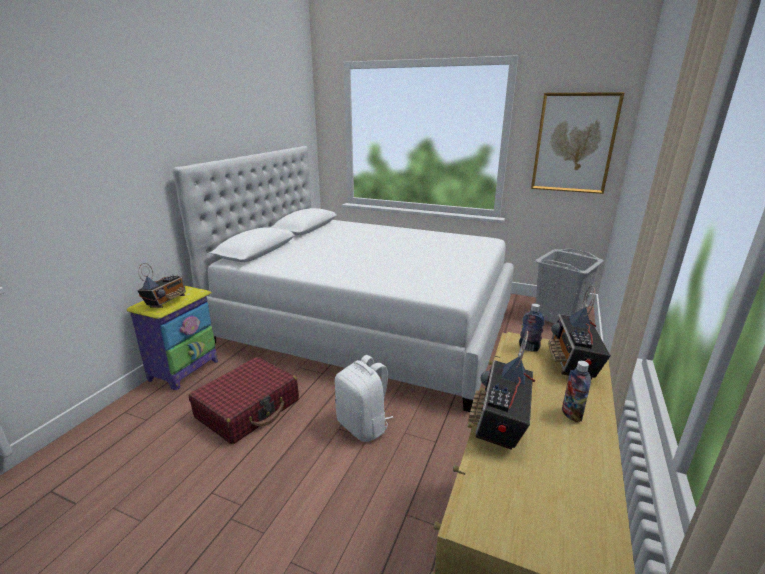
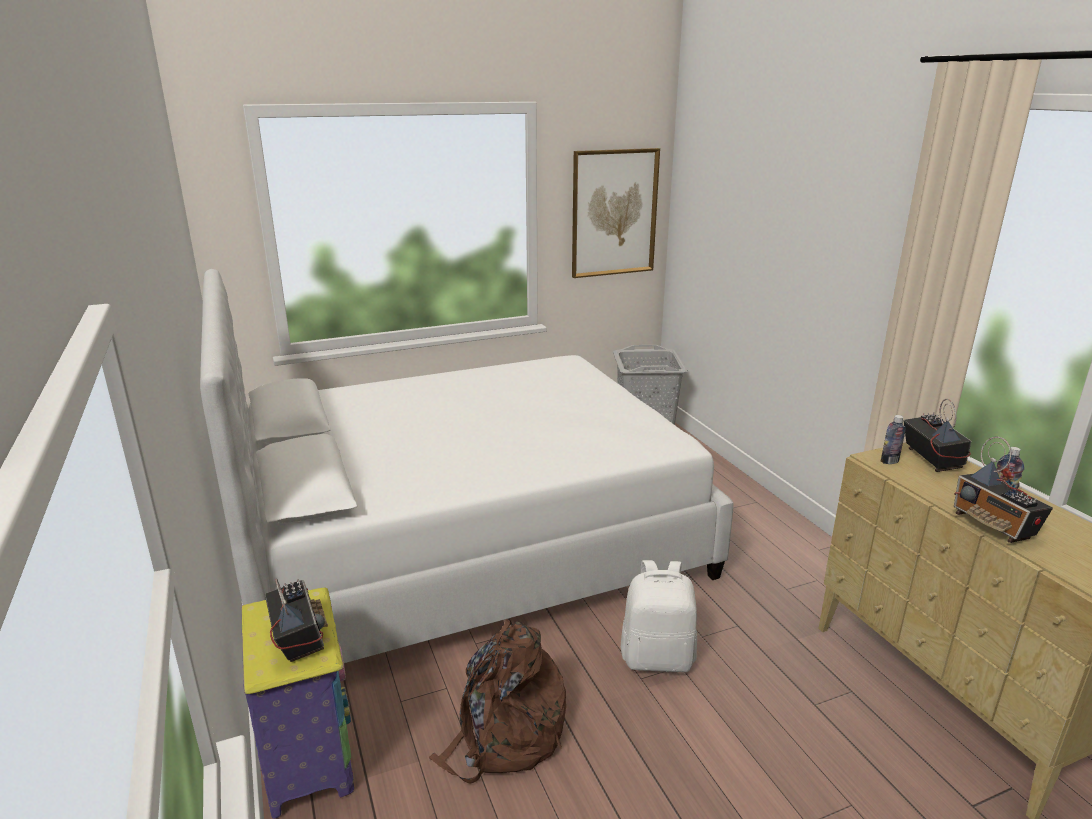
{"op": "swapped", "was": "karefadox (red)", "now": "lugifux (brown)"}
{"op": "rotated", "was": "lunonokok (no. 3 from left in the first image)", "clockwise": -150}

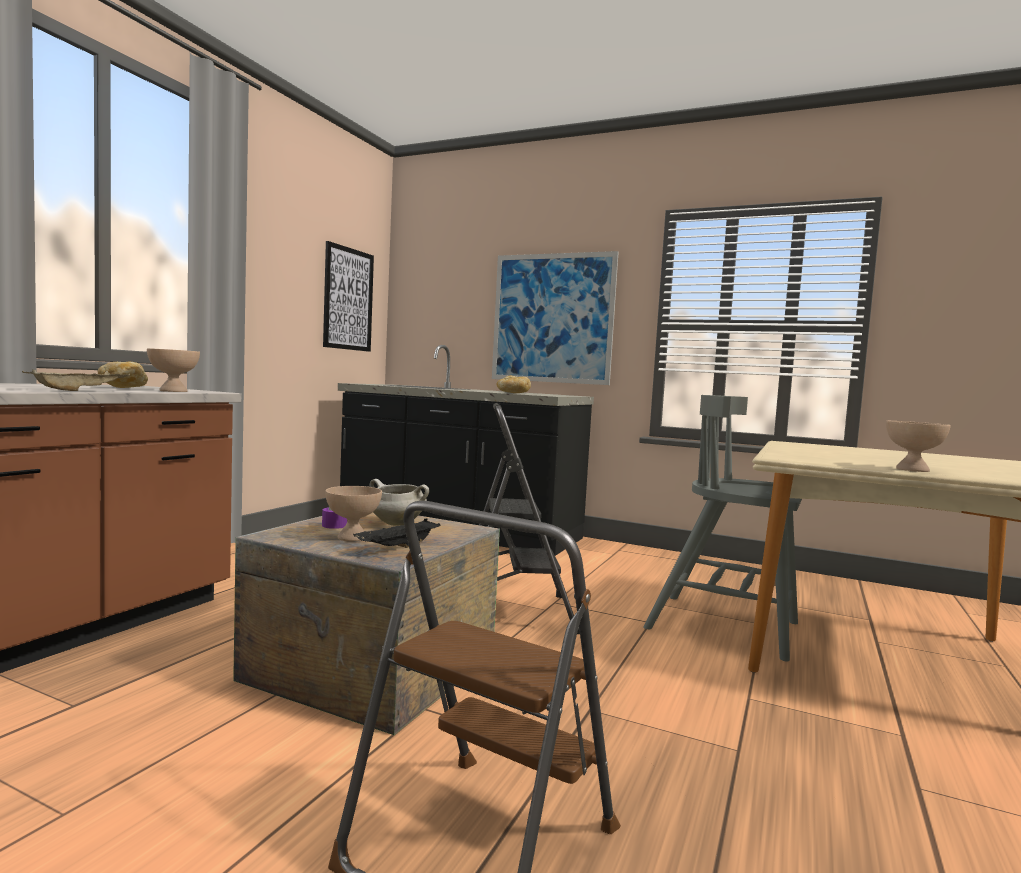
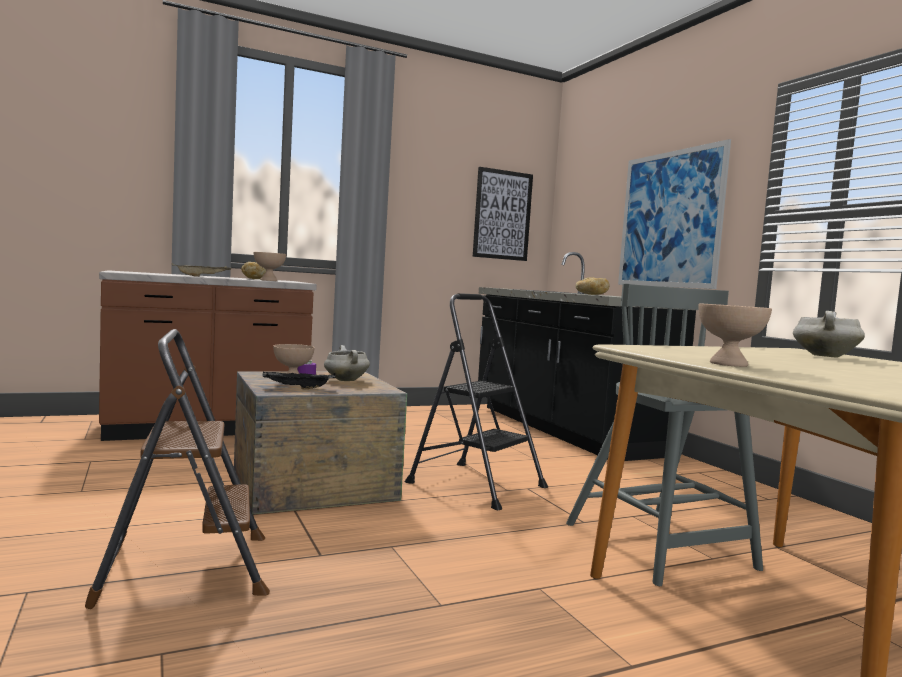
{"op": "new", "now": "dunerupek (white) (no. 2 from left)"}

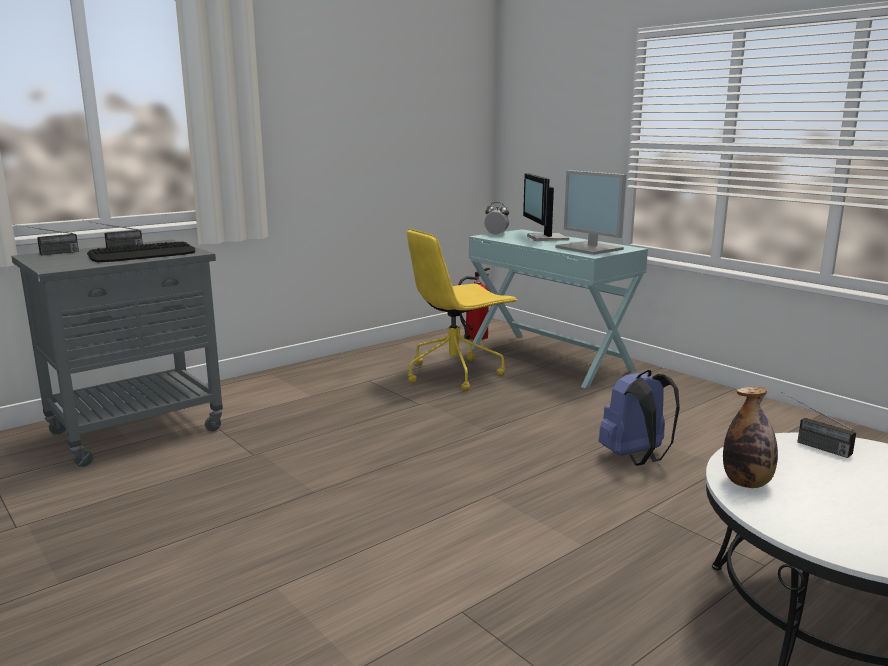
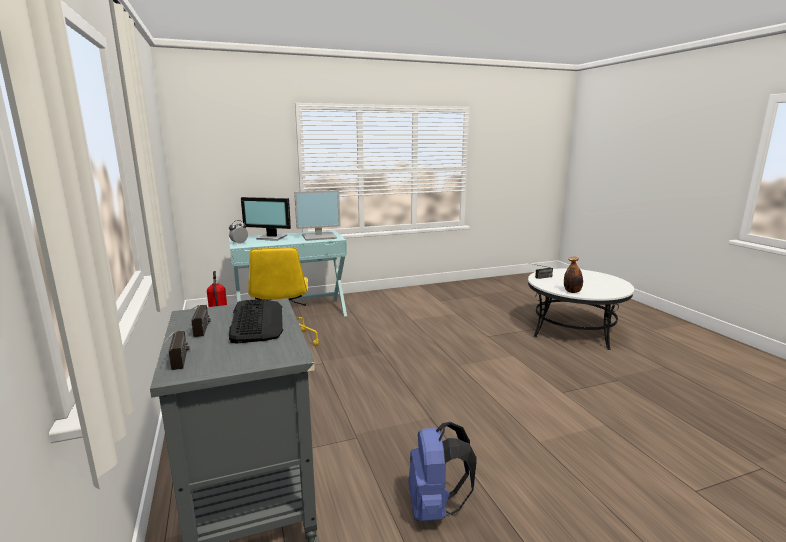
{"op": "shifted", "was": "lugifux (blue)"}

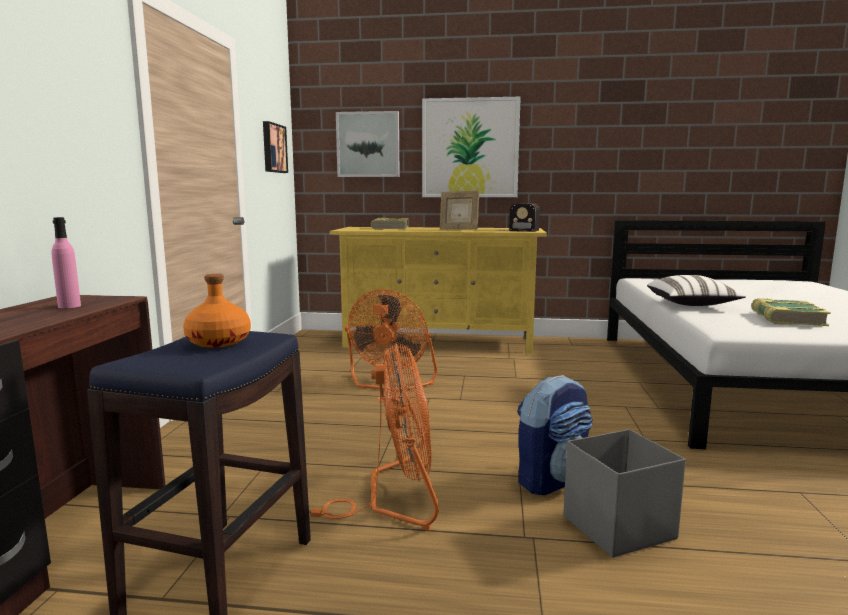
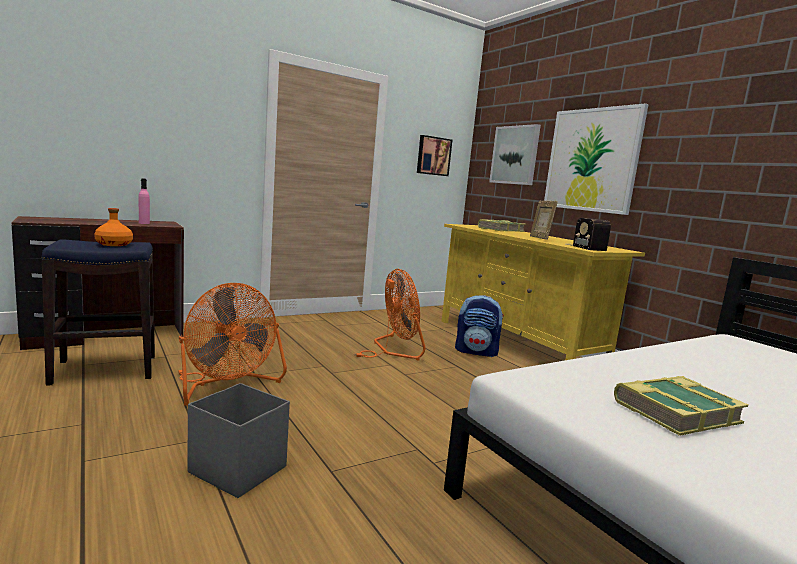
{"op": "gone", "was": "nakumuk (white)"}
{"op": "shifted", "was": "lugifux"}

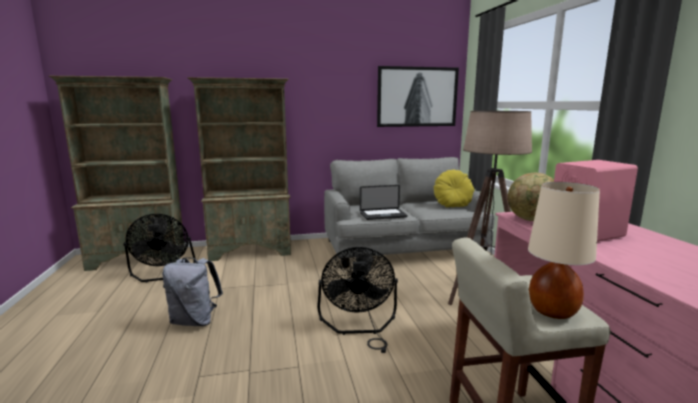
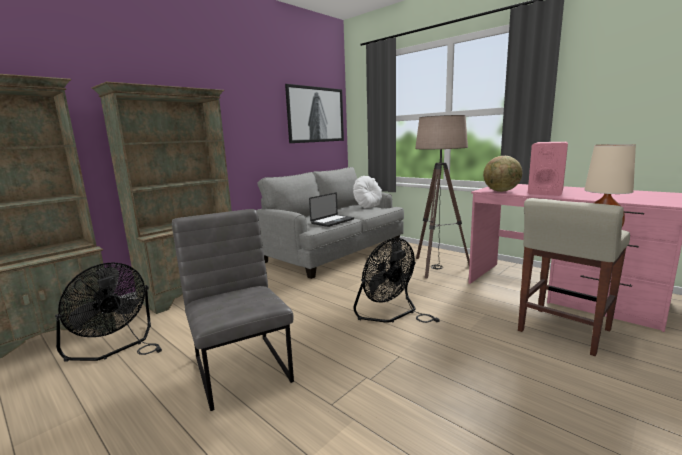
{"op": "swapped", "was": "lugifux (grey)", "now": "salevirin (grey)"}
{"op": "repainted", "was": "nakumuk (yellow)", "now": "nakumuk (white)"}

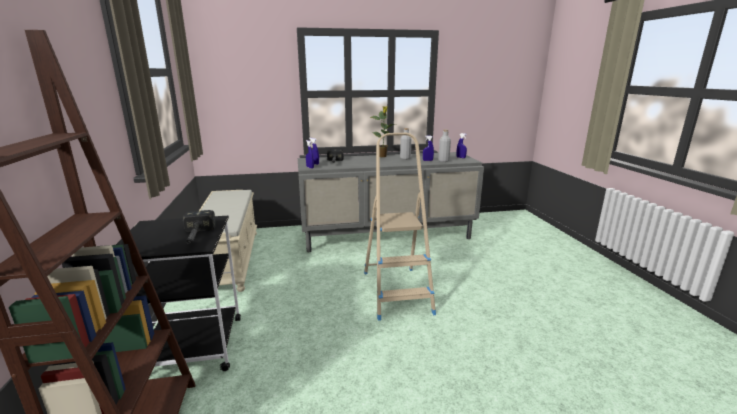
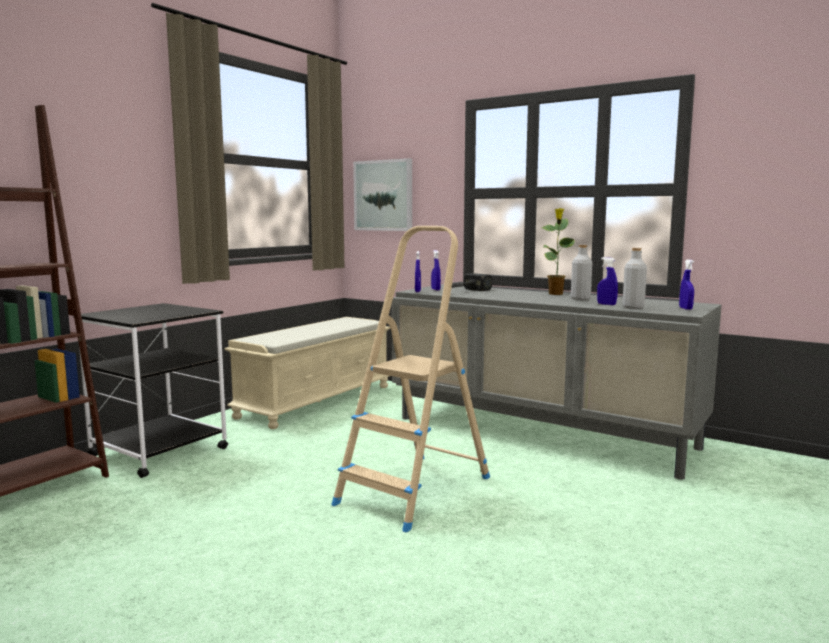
{"op": "gone", "was": "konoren (no. 1 from left)"}
{"op": "new", "now": "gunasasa"}

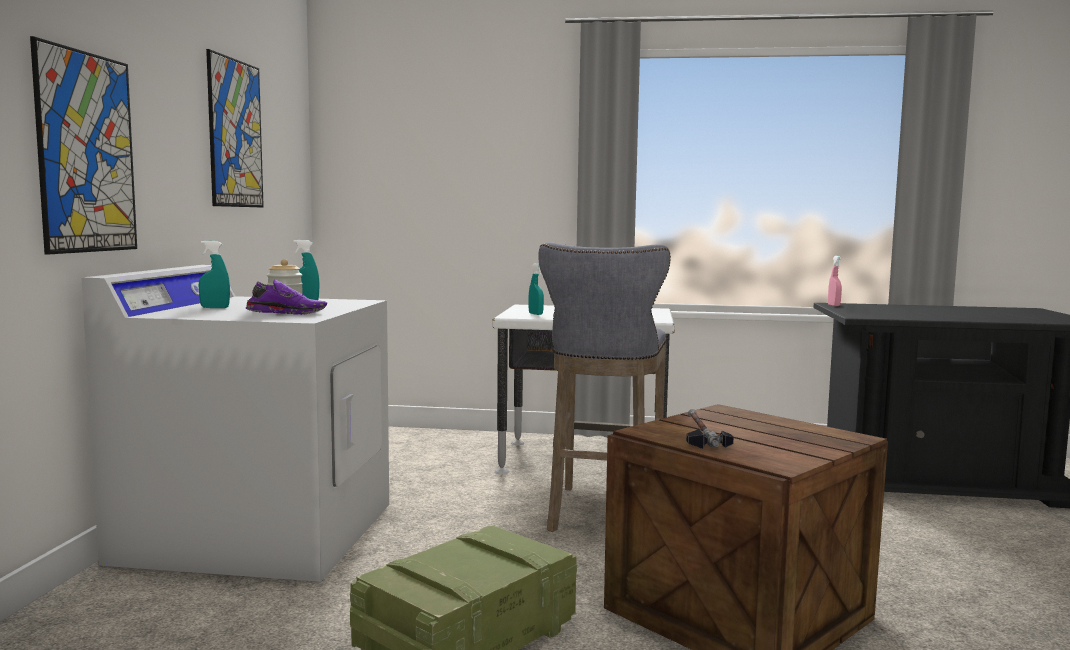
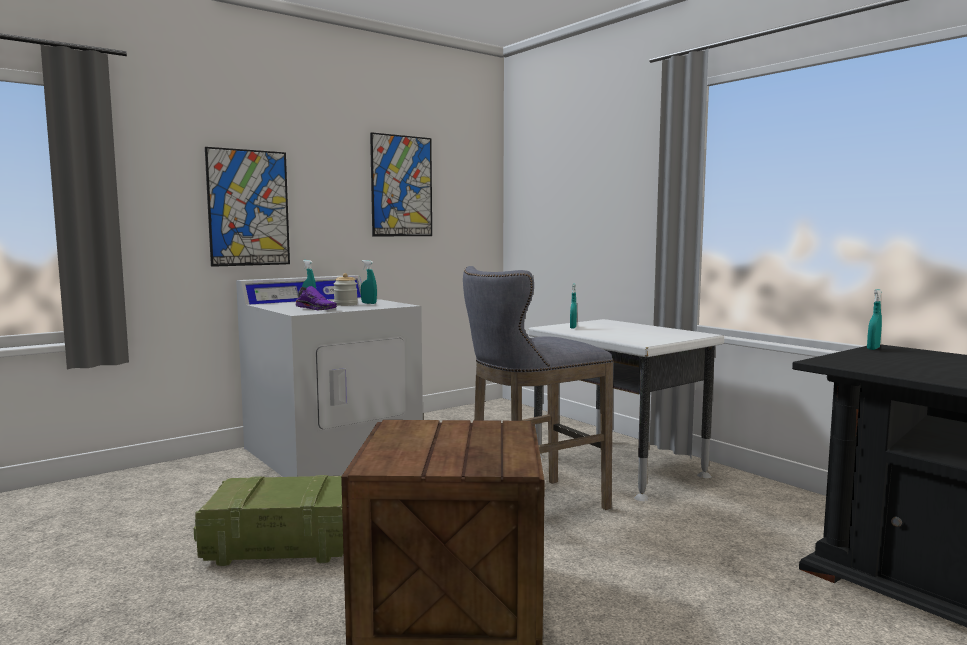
{"op": "gone", "was": "konoren"}
{"op": "repainted", "was": "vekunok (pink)", "now": "vekunok (turquoise) (no. 4 from left)"}

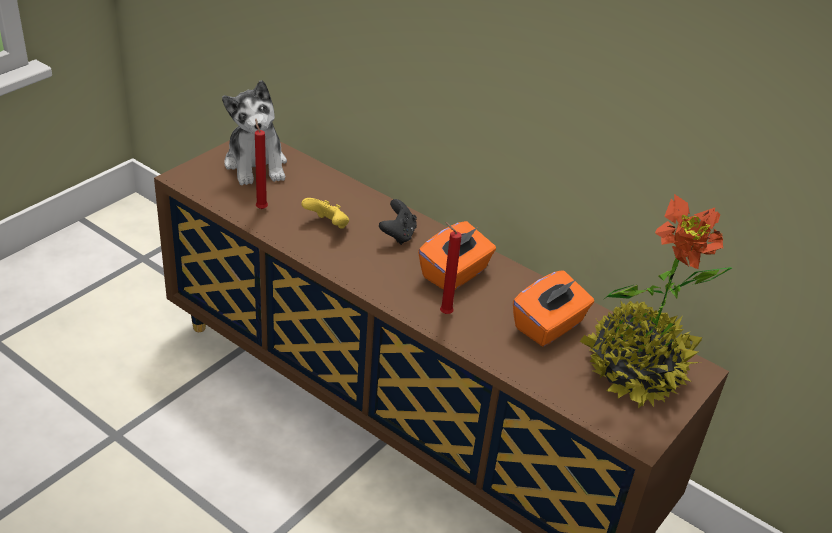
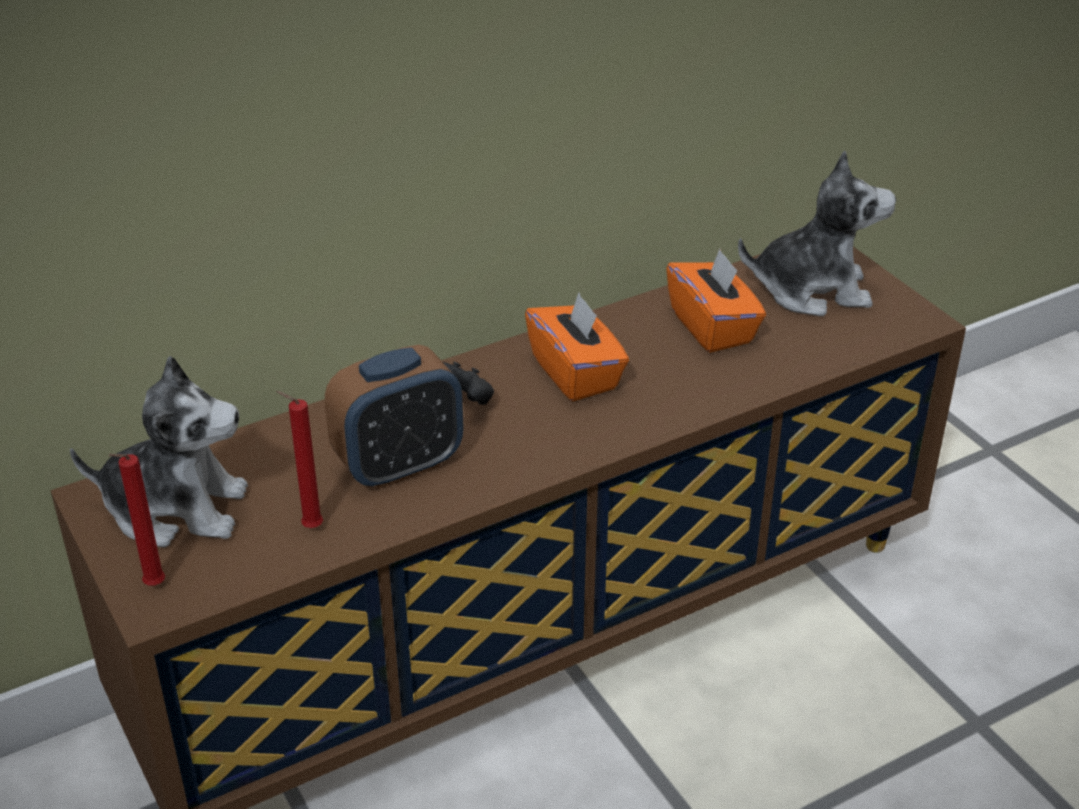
{"op": "shifted", "was": "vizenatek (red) (no. 2 from left in the first image)", "now": "vizenatek (red) (no. 1 from left)"}
{"op": "swapped", "was": "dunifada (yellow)", "now": "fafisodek"}
{"op": "swapped", "was": "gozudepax", "now": "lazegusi (no. 2 from left)"}

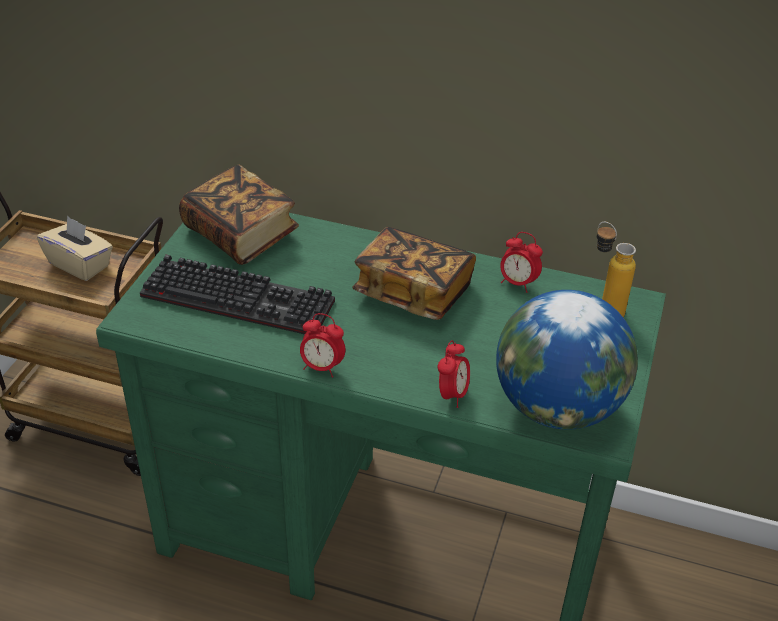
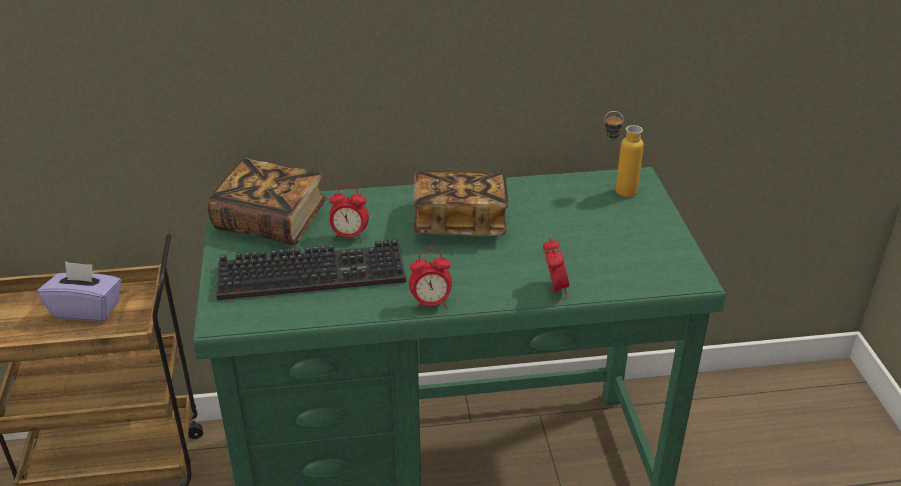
{"op": "gone", "was": "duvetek"}
{"op": "shifted", "was": "fafisodek (no. 3 from left in the first image)", "now": "fafisodek (no. 1 from left)"}
{"op": "repainted", "was": "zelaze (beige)", "now": "zelaze (purple)"}

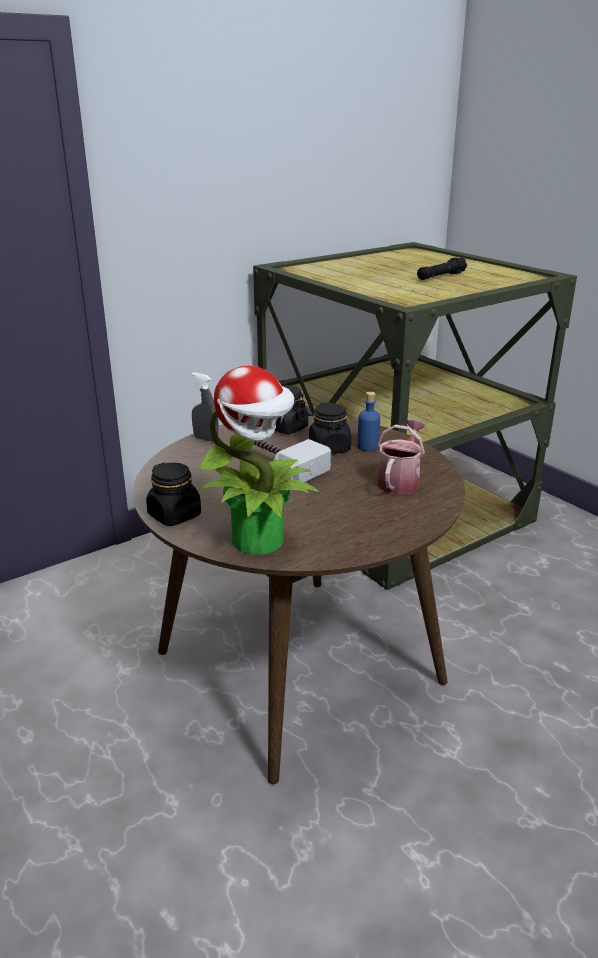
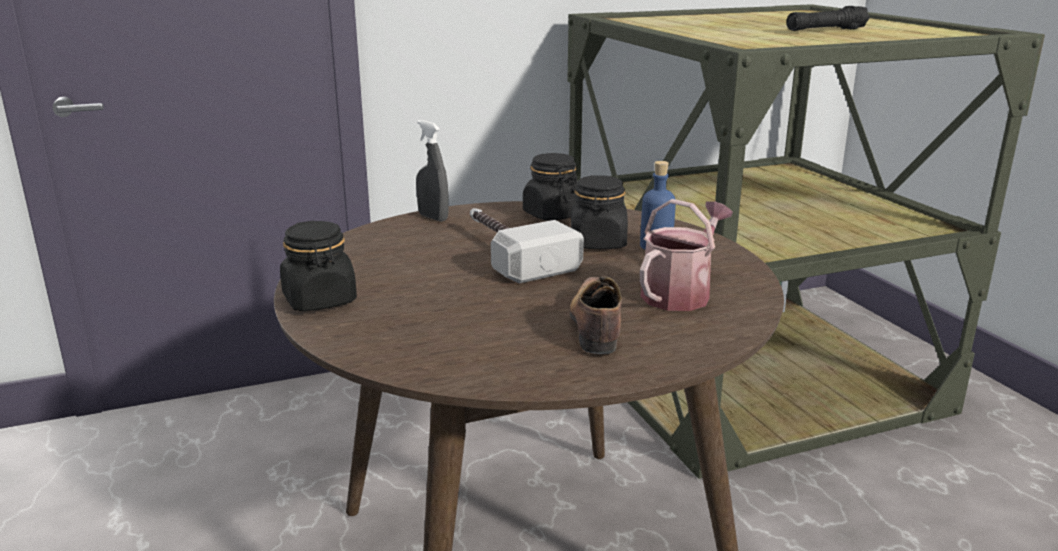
{"op": "gone", "was": "gozudepax"}
{"op": "new", "now": "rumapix"}

